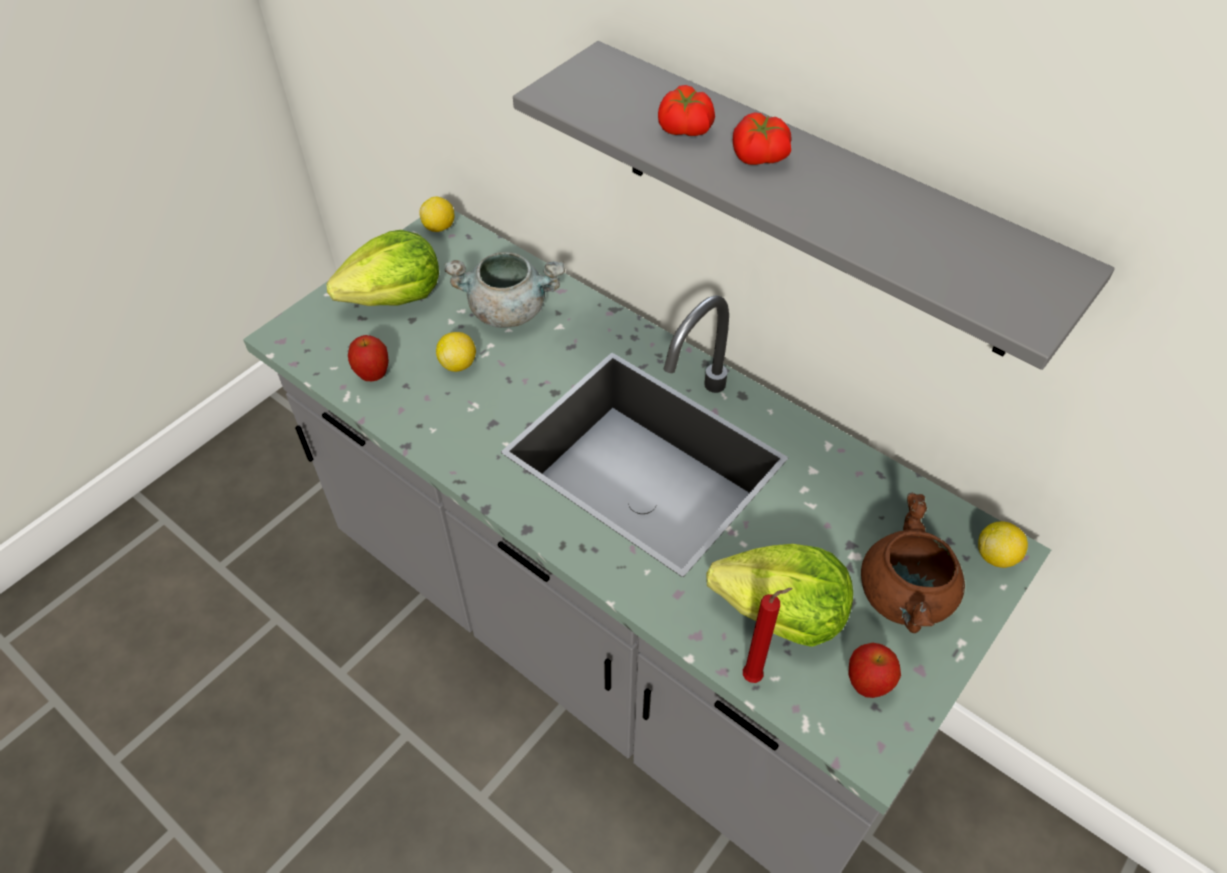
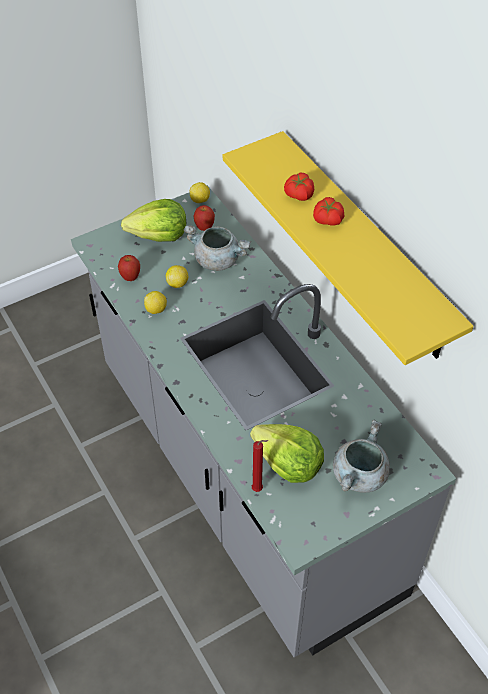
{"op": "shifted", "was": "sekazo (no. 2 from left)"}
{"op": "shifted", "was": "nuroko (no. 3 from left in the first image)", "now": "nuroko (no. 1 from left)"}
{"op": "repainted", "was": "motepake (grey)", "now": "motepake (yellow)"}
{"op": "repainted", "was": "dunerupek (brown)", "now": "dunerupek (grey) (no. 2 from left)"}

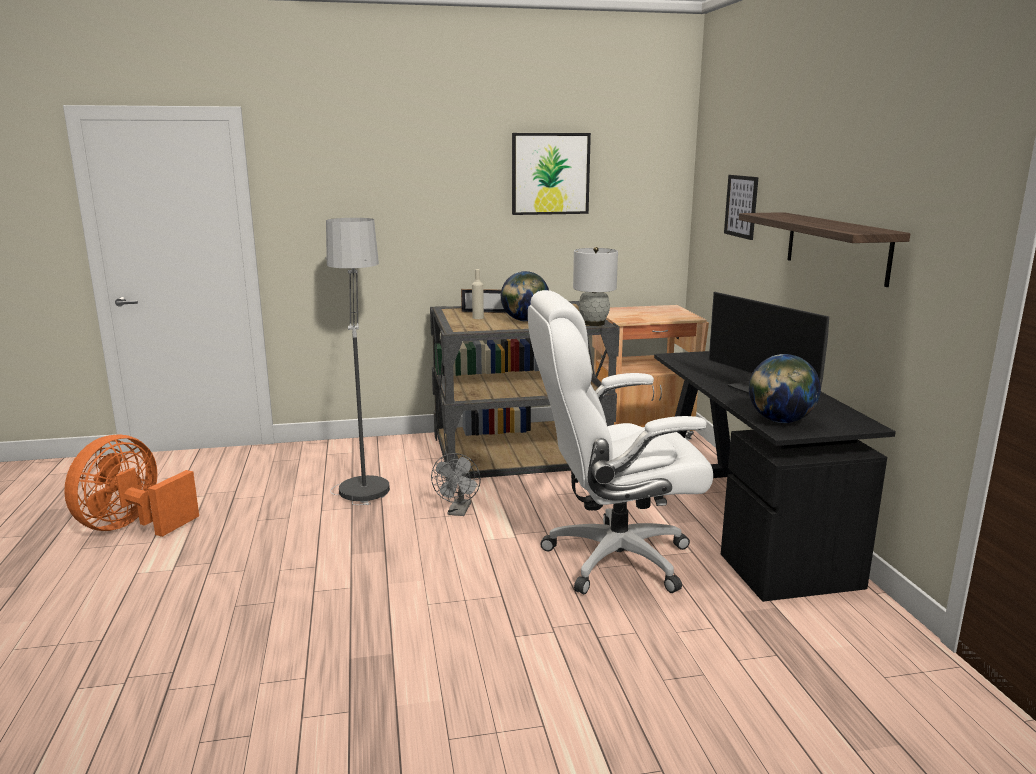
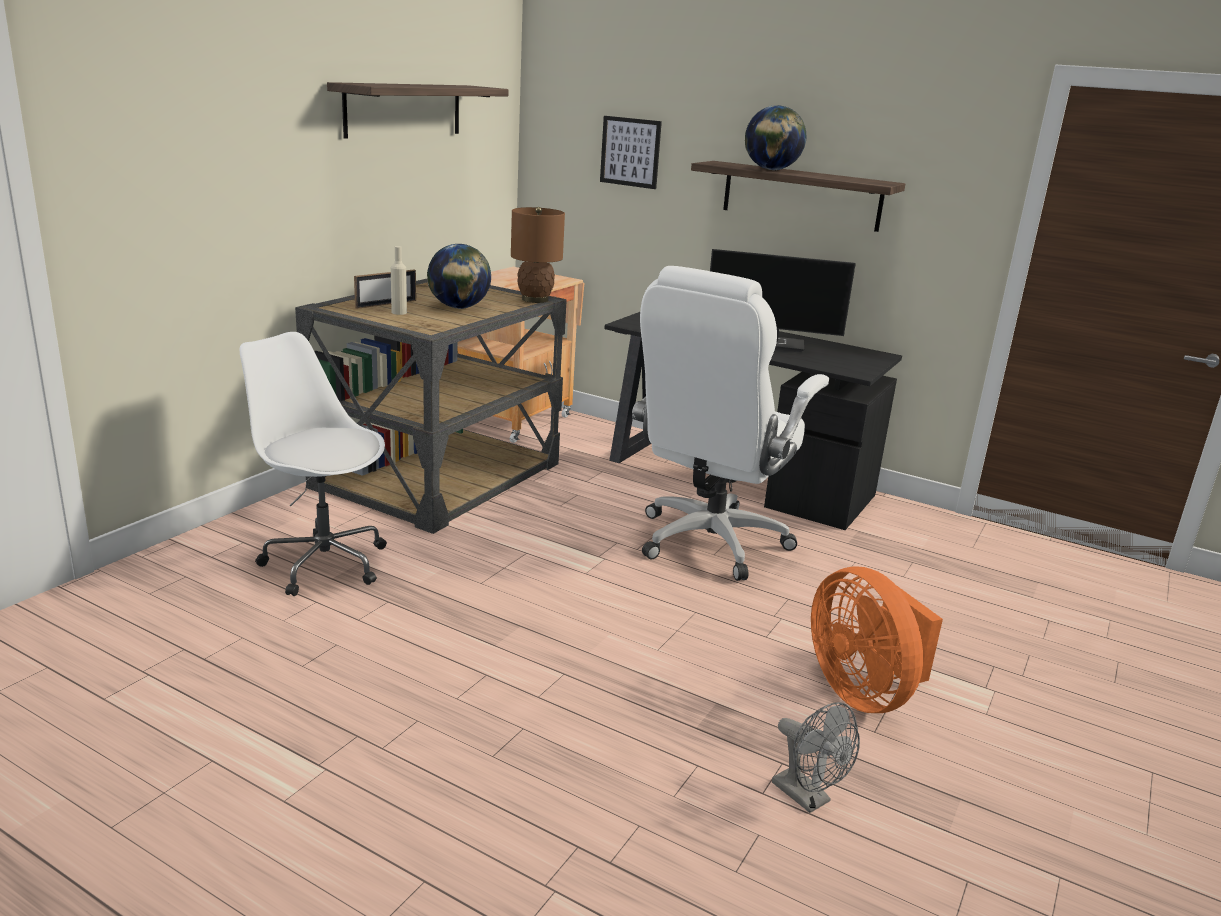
{"op": "shifted", "was": "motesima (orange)"}
{"op": "shifted", "was": "motesima (grey)"}
{"op": "shifted", "was": "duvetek (no. 2 from left)"}
{"op": "swapped", "was": "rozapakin", "now": "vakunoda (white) (no. 1 from left)"}
{"op": "swapped", "was": "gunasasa (no. 1 from left)", "now": "motepake (no. 1 from left)"}
{"op": "repainted", "was": "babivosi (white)", "now": "babivosi (brown)"}

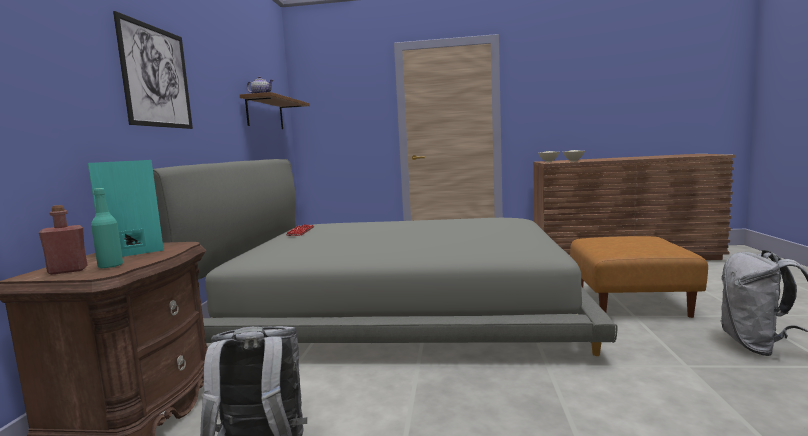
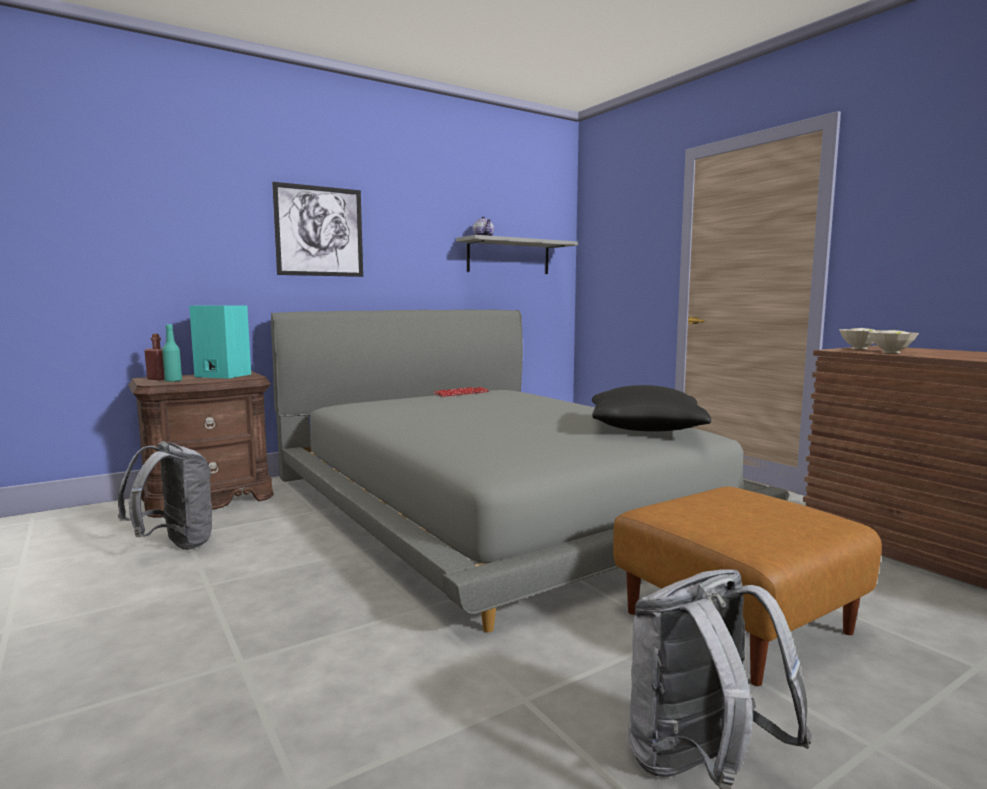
{"op": "new", "now": "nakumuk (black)"}
{"op": "repainted", "was": "motepake (brown)", "now": "motepake (grey)"}

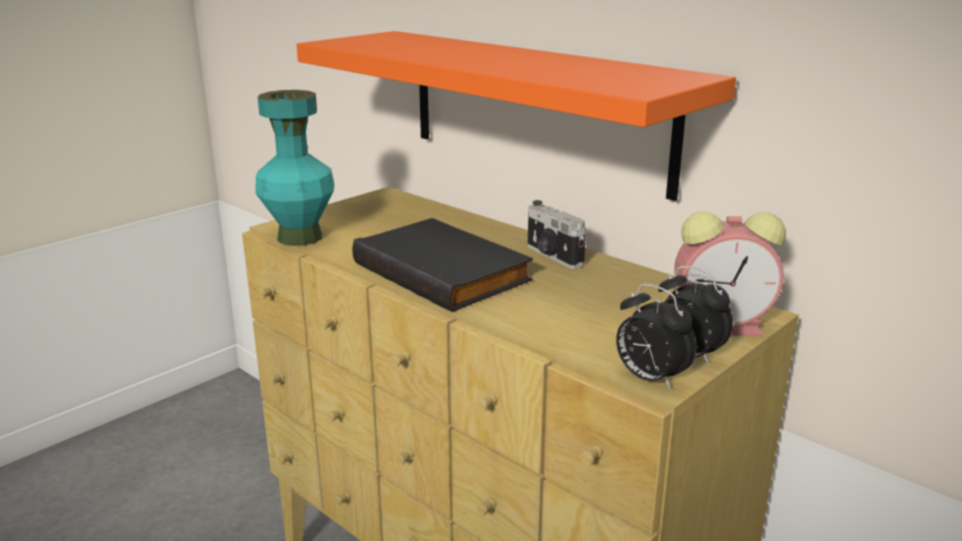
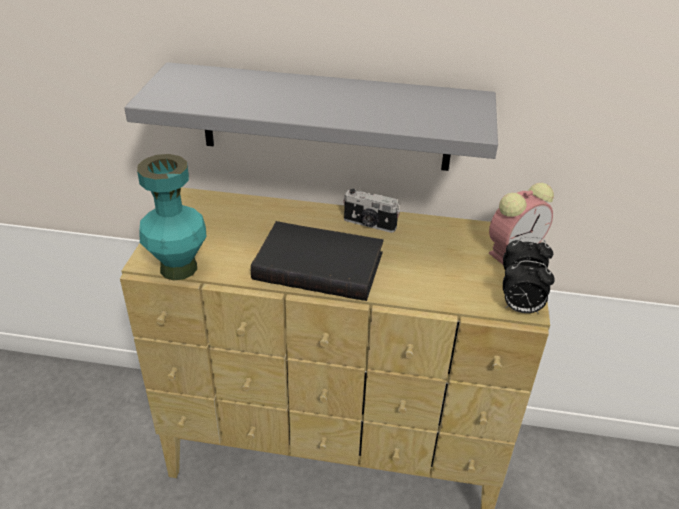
{"op": "repainted", "was": "motepake (orange)", "now": "motepake (grey)"}

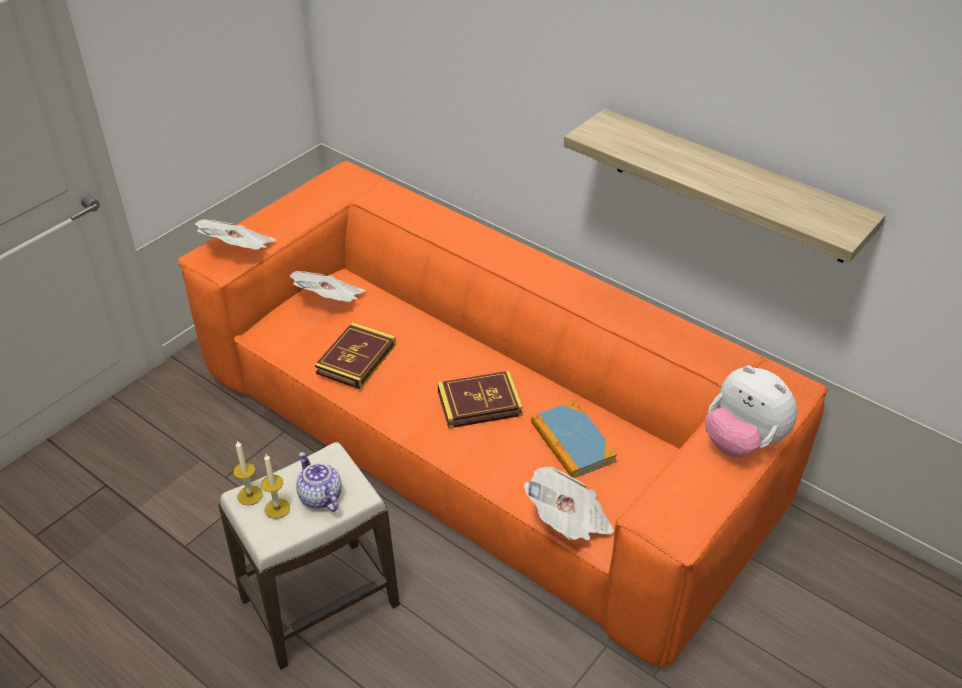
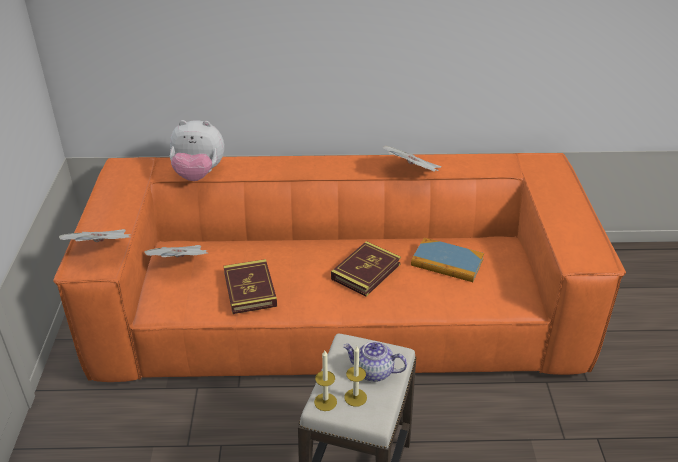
{"op": "gone", "was": "motepake"}
{"op": "shifted", "was": "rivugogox (no. 3 from left)"}
{"op": "shifted", "was": "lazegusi"}

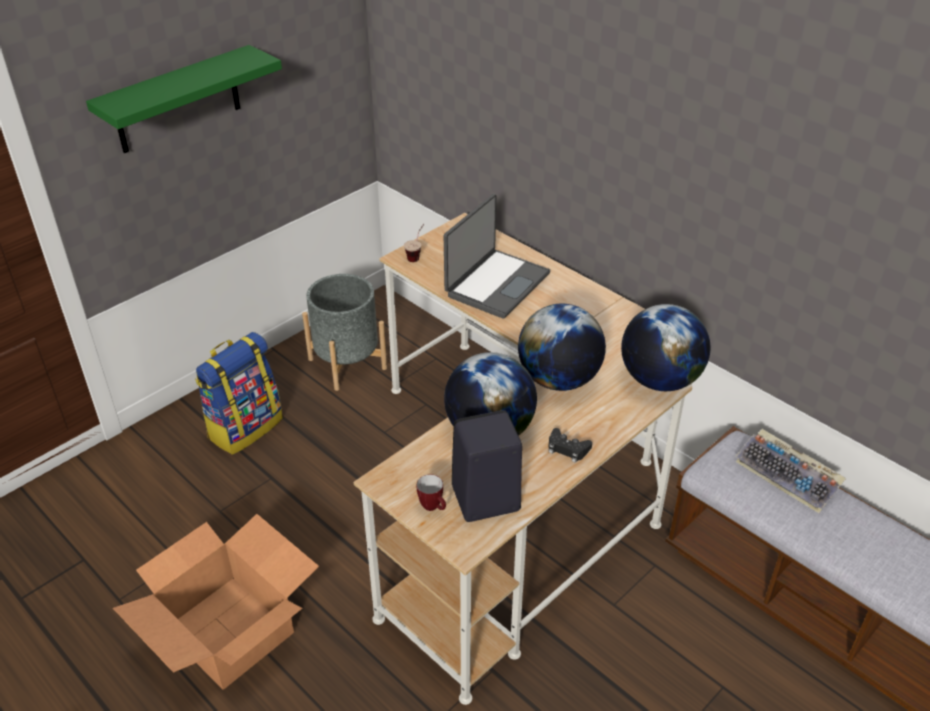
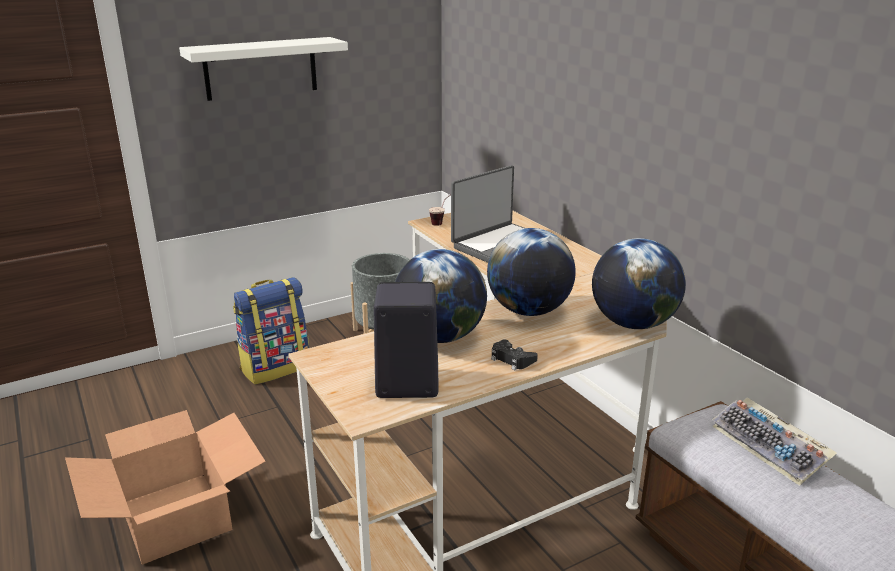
{"op": "gone", "was": "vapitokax"}
{"op": "repainted", "was": "motepake (green)", "now": "motepake (white)"}

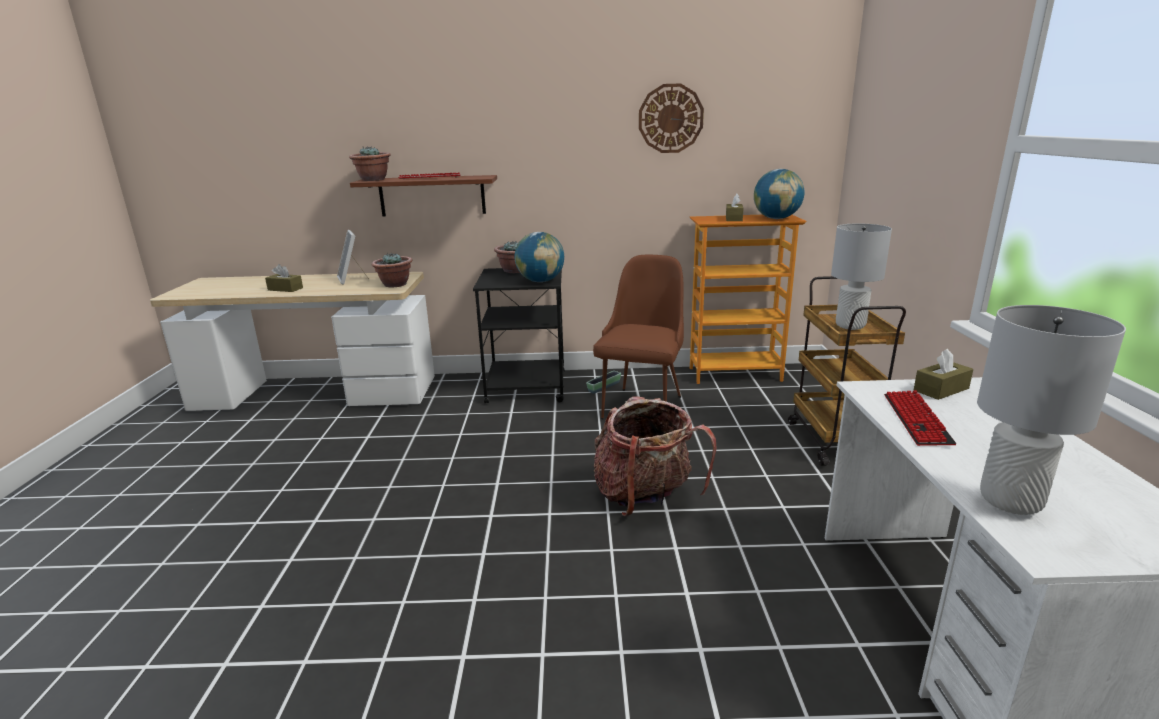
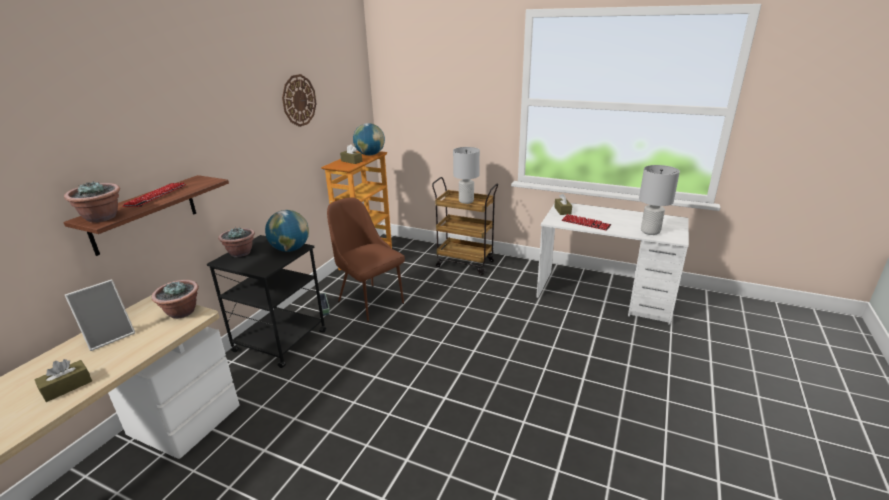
{"op": "gone", "was": "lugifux"}
{"op": "rotated", "was": "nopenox", "clockwise": -45}

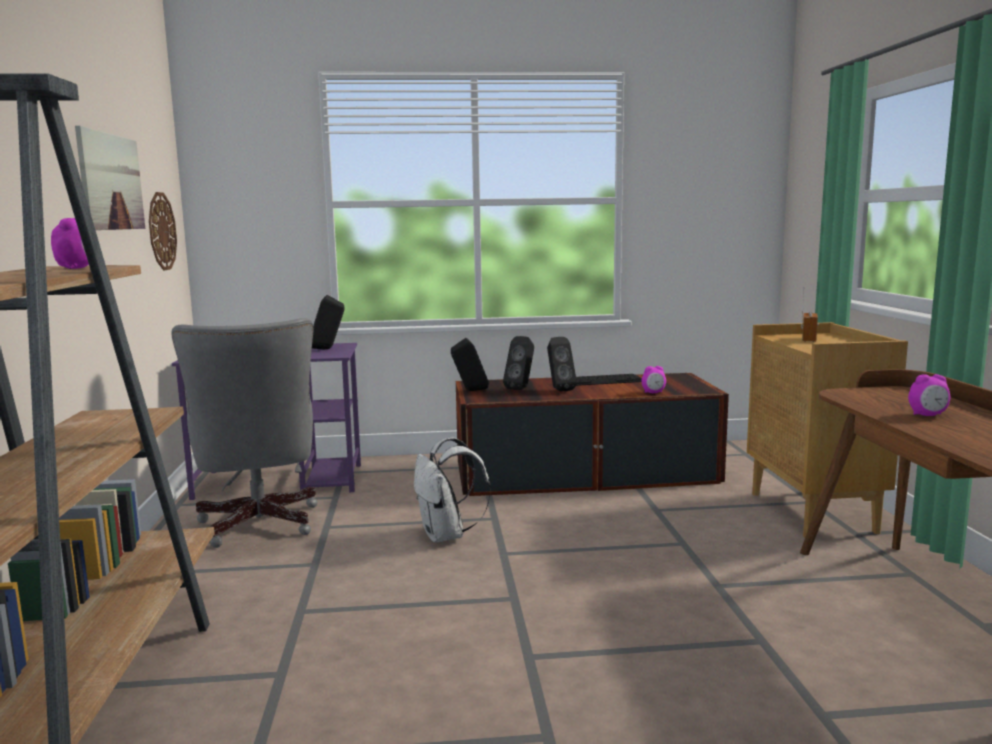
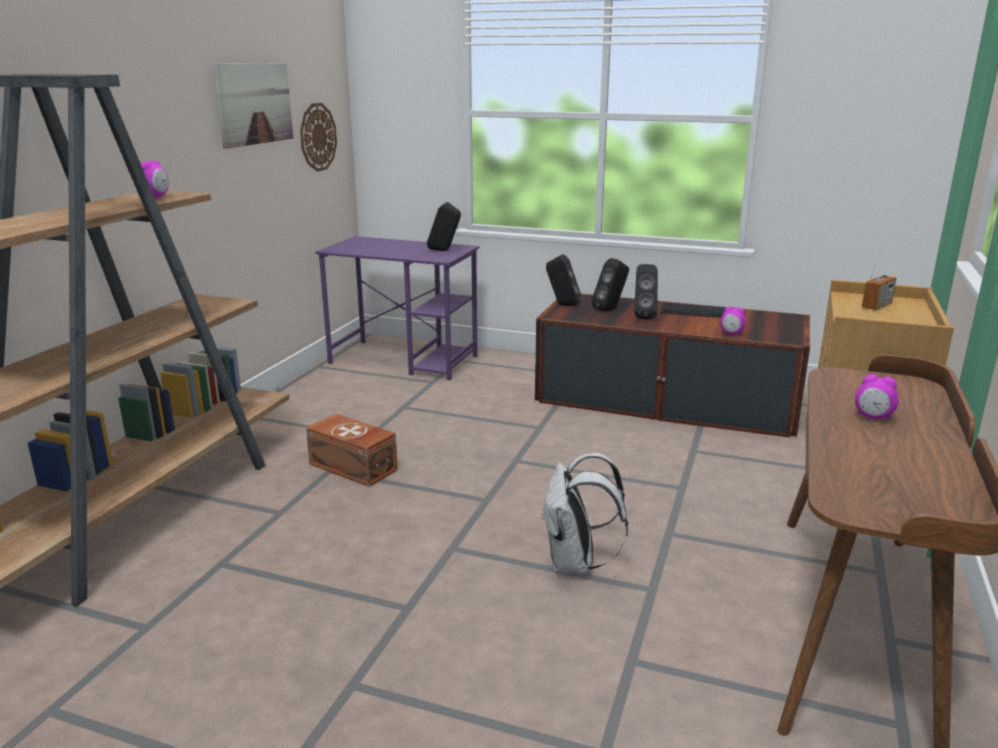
{"op": "gone", "was": "vakunoda (grey)"}
{"op": "new", "now": "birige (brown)"}
{"op": "shifted", "was": "lugifux (white)"}

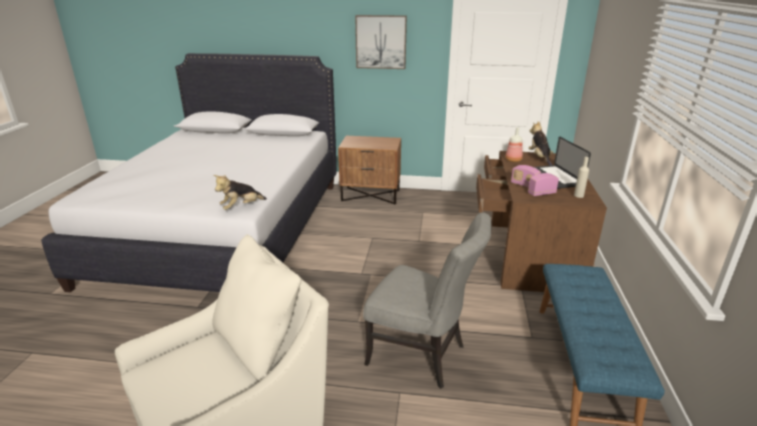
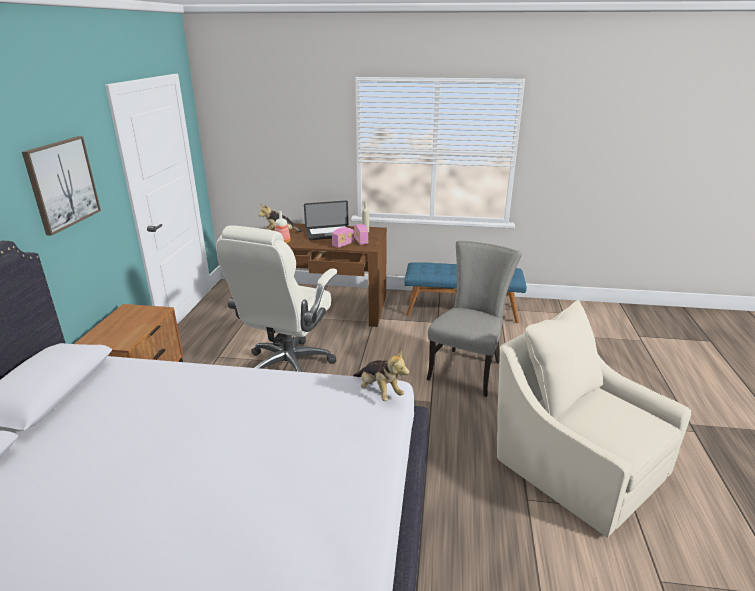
{"op": "new", "now": "vakunoda (white)"}

